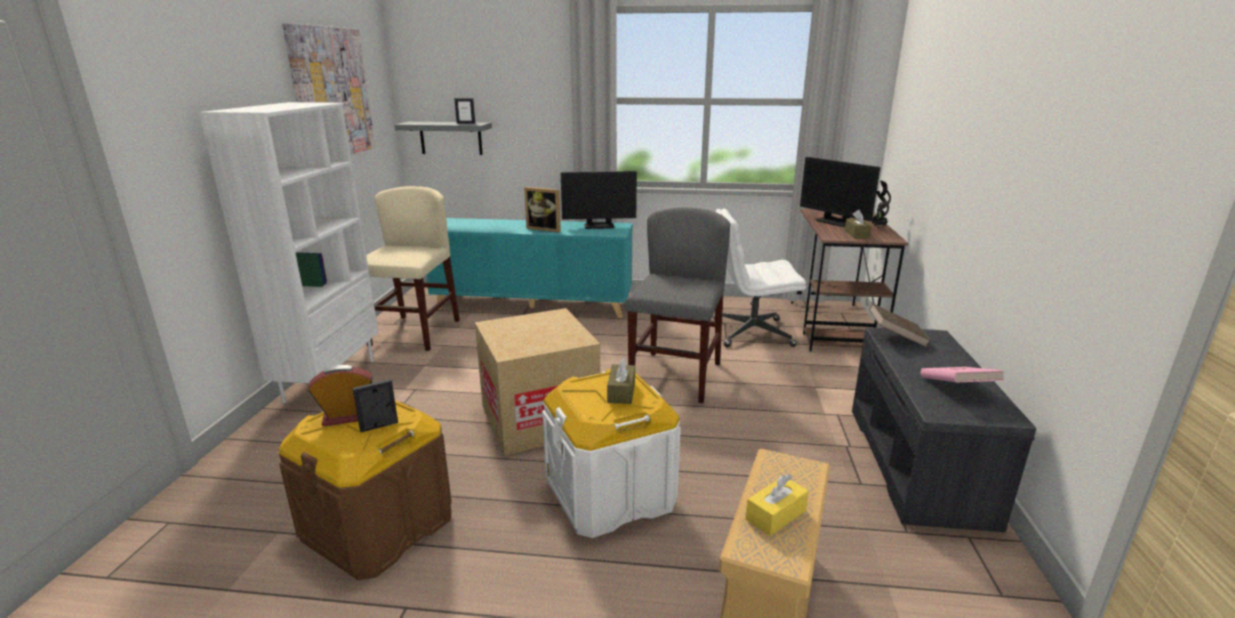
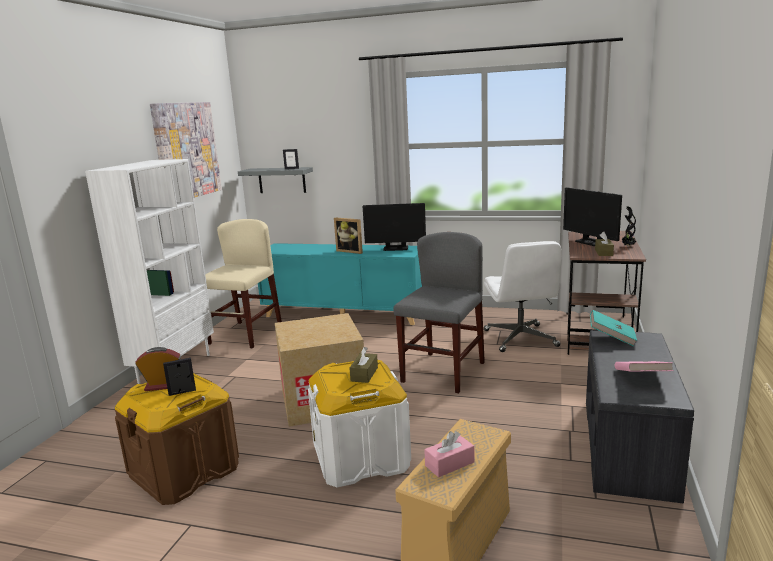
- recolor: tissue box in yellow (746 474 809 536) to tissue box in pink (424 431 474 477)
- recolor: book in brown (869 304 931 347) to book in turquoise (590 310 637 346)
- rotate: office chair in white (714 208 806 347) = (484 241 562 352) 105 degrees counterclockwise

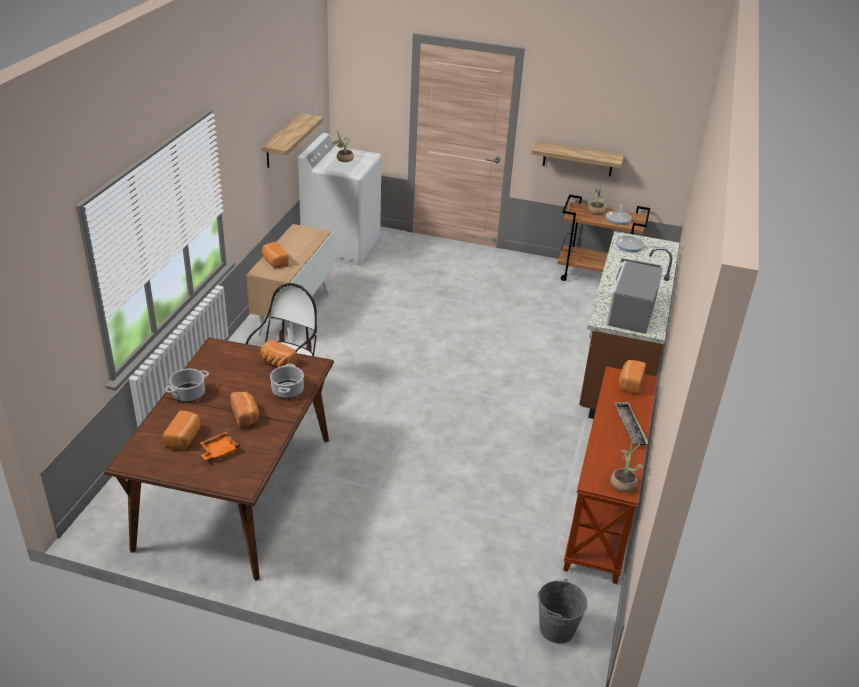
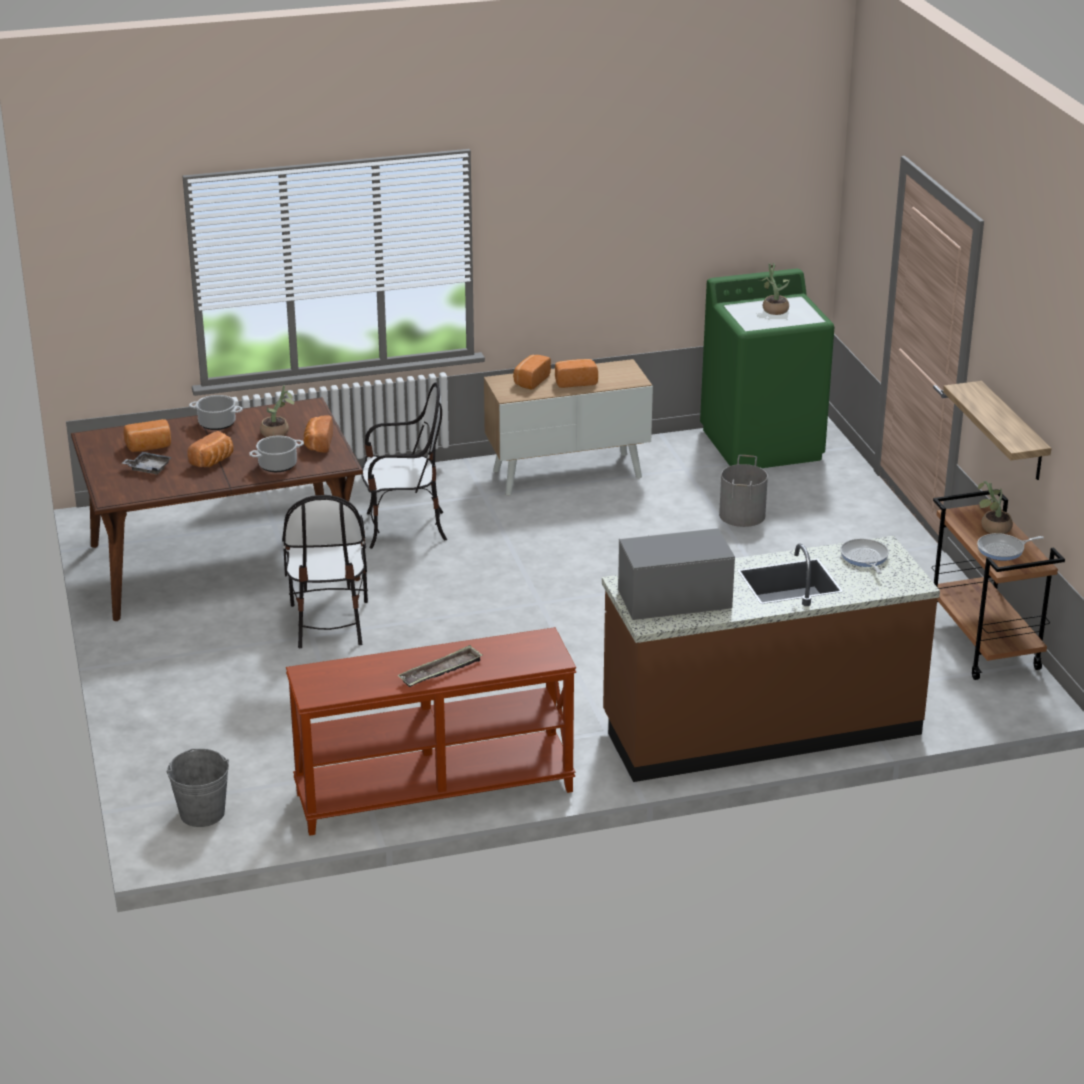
- delete: shelf (262 113 323 168)
- insert: chair (282 495 368 648)
- insert: bucket in grey (719 455 768 527)
- move: potted plant (610 441 643 493) to (260 385 295 437)
- move: bread (618 360 646 395) to (555 359 598 388)
- recolor: tray in orange (200 432 240 460) to tray in grey (122 452 172 475)
- recolor: washing machine in white (298 133 382 266) to washing machine in green (700 269 834 468)

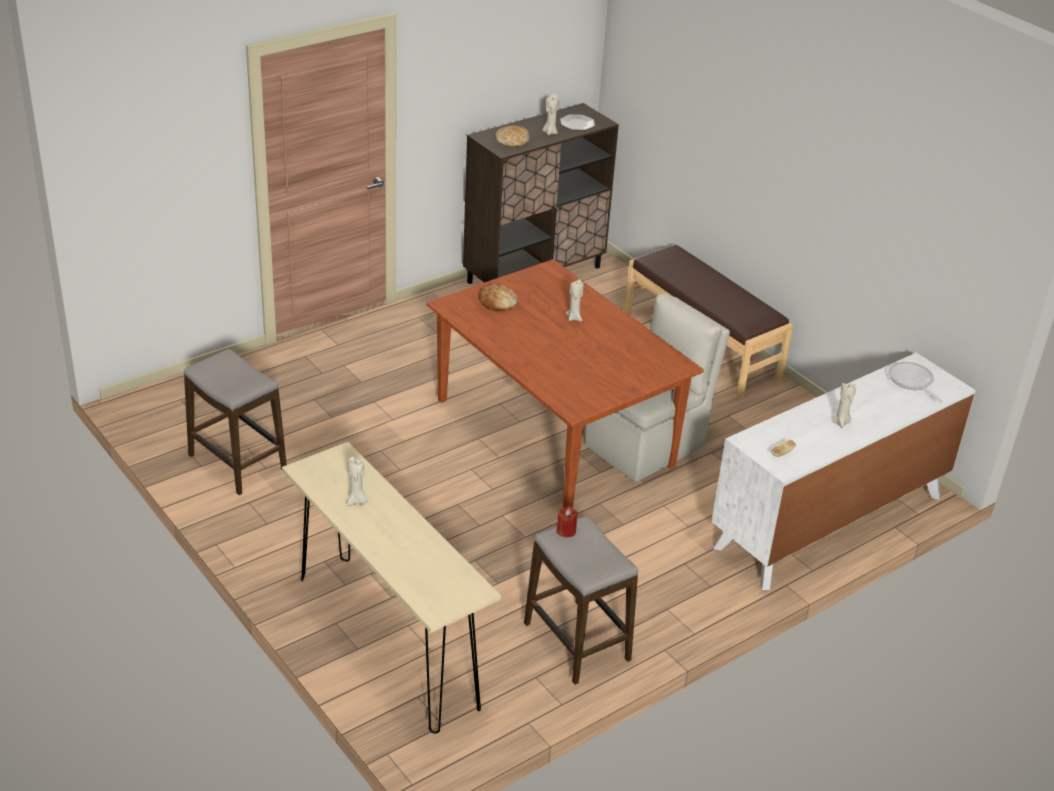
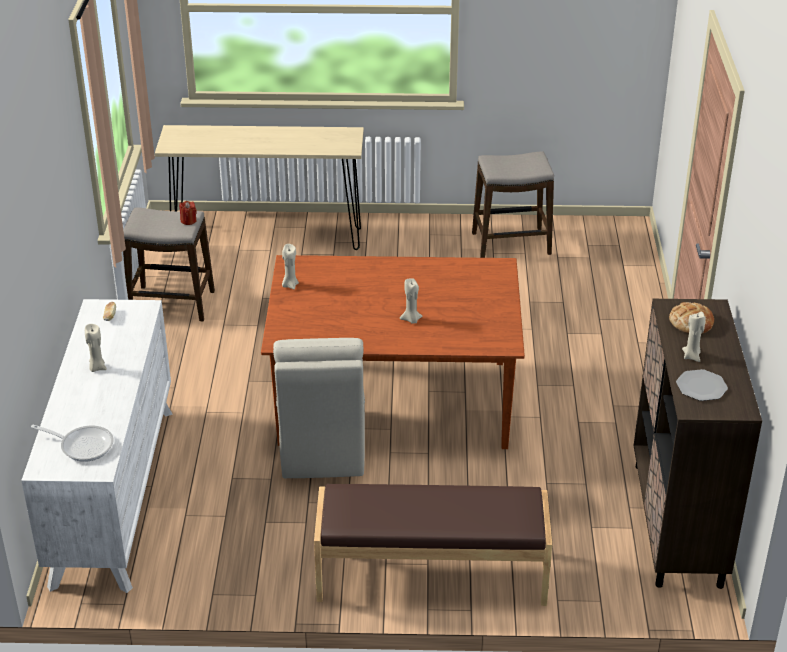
- delete: bread (479 284 518 311)
- move: candle in beige (347 457 368 506) to (282 244 299 290)

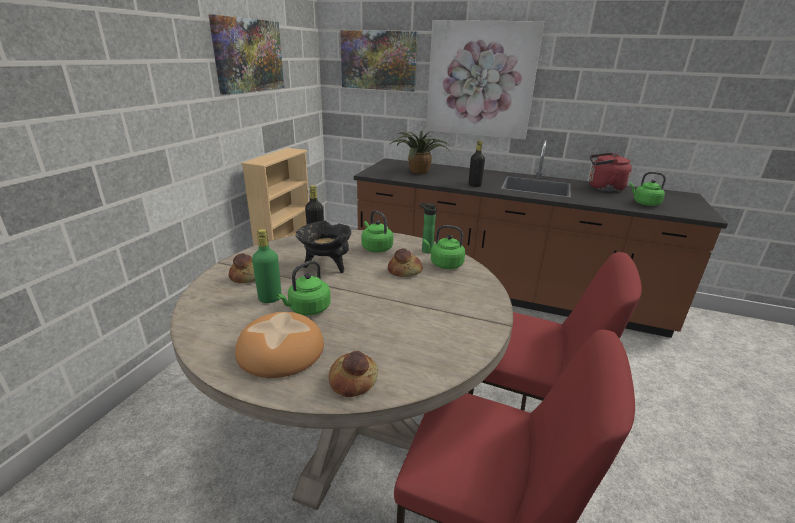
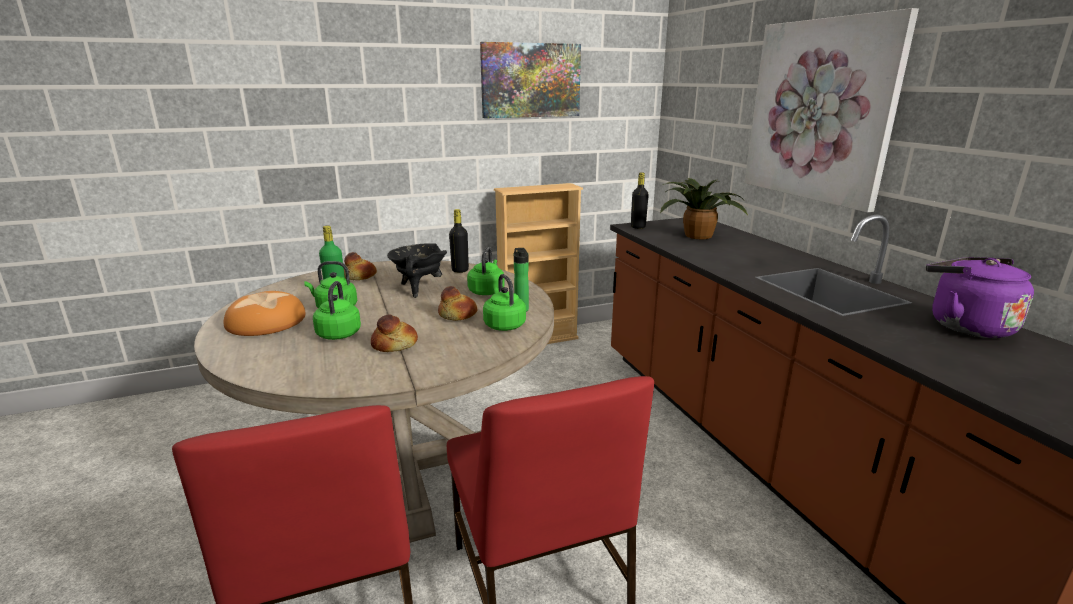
- delete: picture (340 30 417 92)
- move: bread (329 351 378 397) to (371 314 418 352)
- move: bottle in black (469 141 485 187) to (631 172 649 229)
- move: kettle in green (630 172 666 206) to (313 281 361 340)
- recolor: kettle in red (589 153 632 192) to kettle in purple (926 257 1034 338)

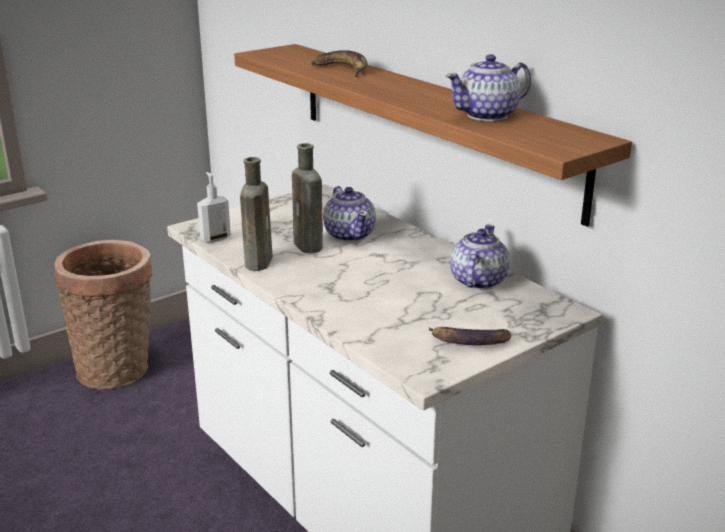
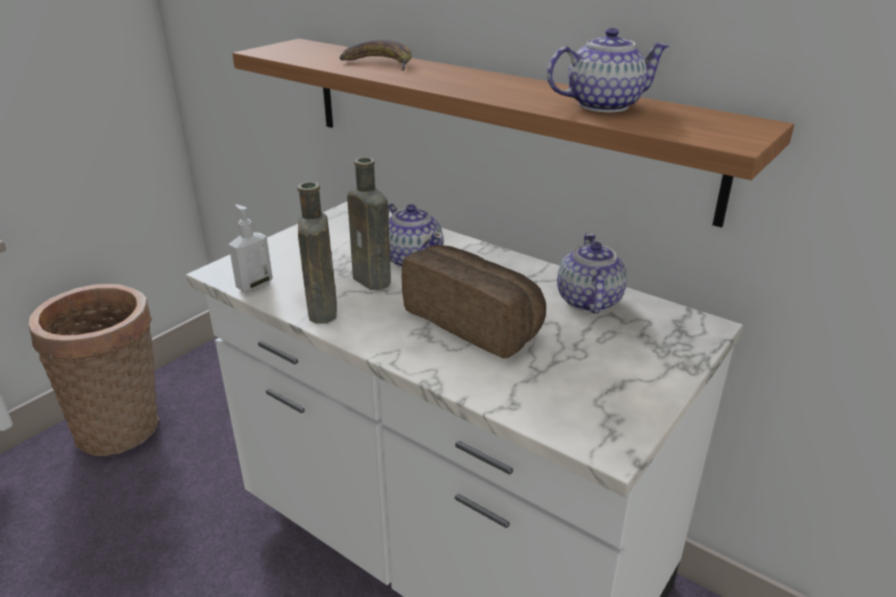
- delete: banana (429 327 511 345)
- insert: bread (402 245 546 359)
- rotate: teapot (446 54 531 121) = (547 28 670 112) 150 degrees counterclockwise

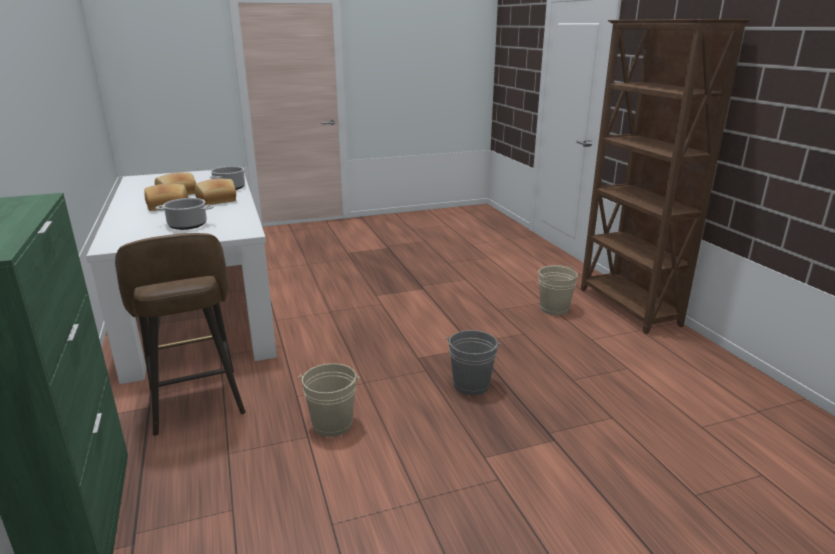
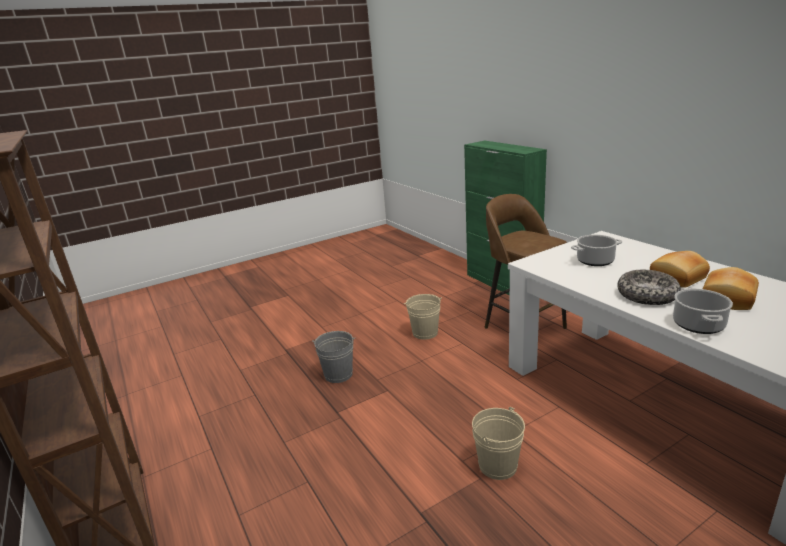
- move: bucket in beige (538 265 578 316) to (472 407 525 480)
- replace: bread (195 179 236 205) to bowl (617 270 681 305)

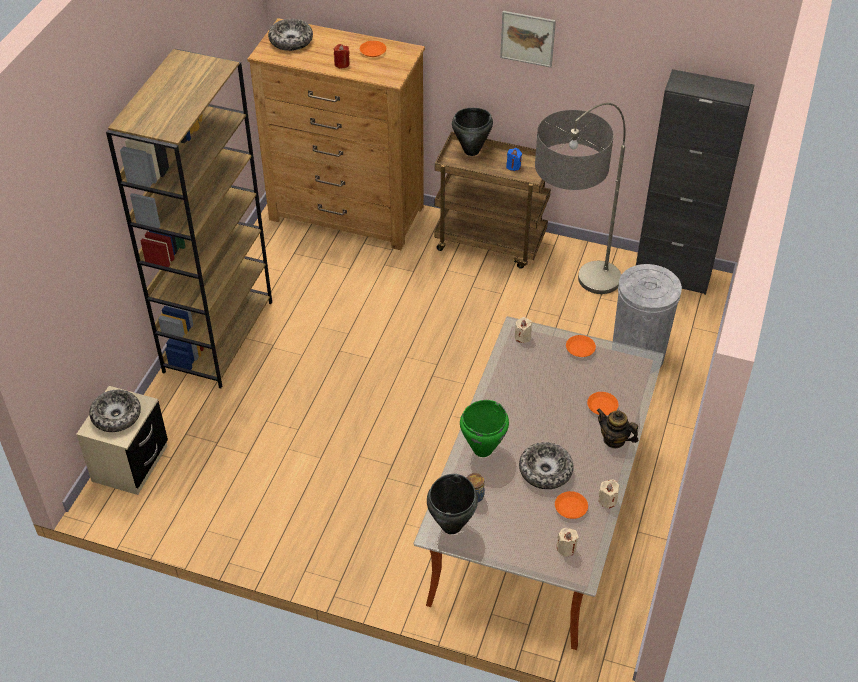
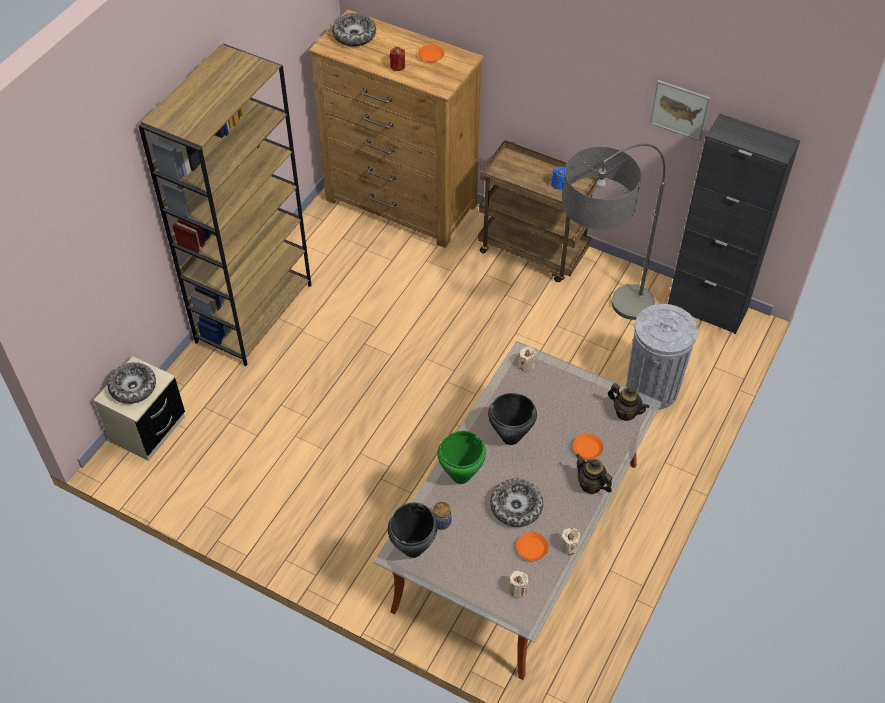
- delete: plate in orange (566 335 596 357)
- insert: teapot (608 383 649 421)
- move: cooking pot in black (452 108 493 156) to (488 393 537 445)
- move: picture (500 11 556 68) to (650 80 711 141)

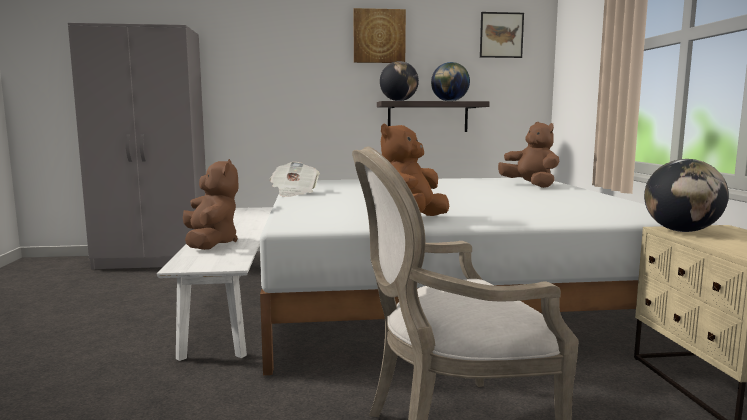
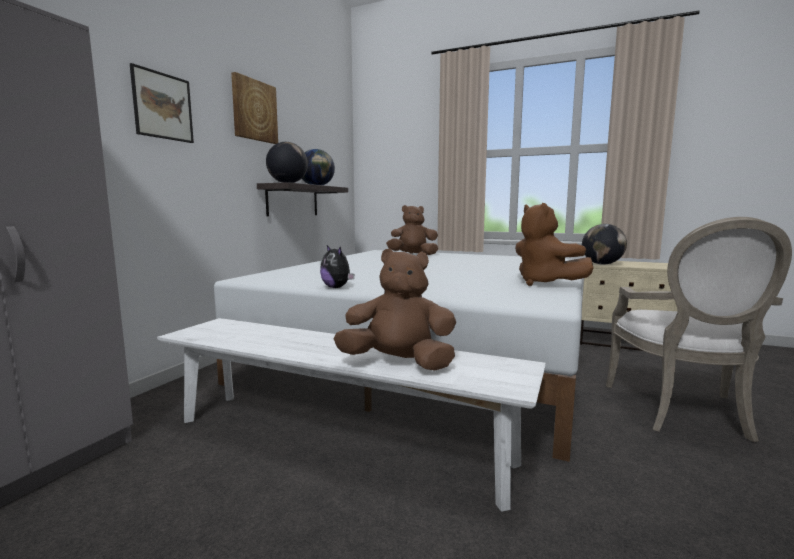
- move: picture (480 12 524 58) to (130 63 194 143)
- replace: newspaper (270 162 320 197) to plush toy (320 246 354 288)

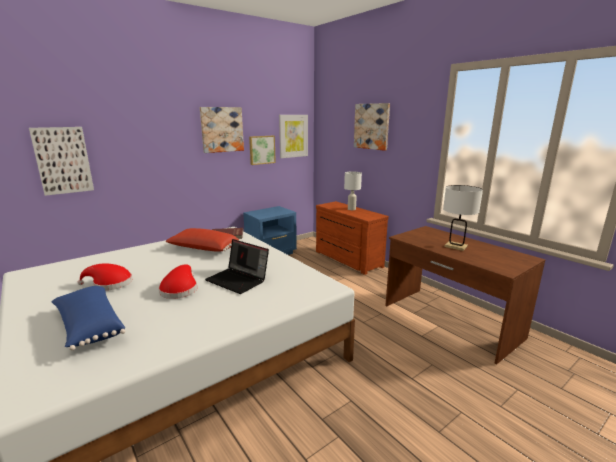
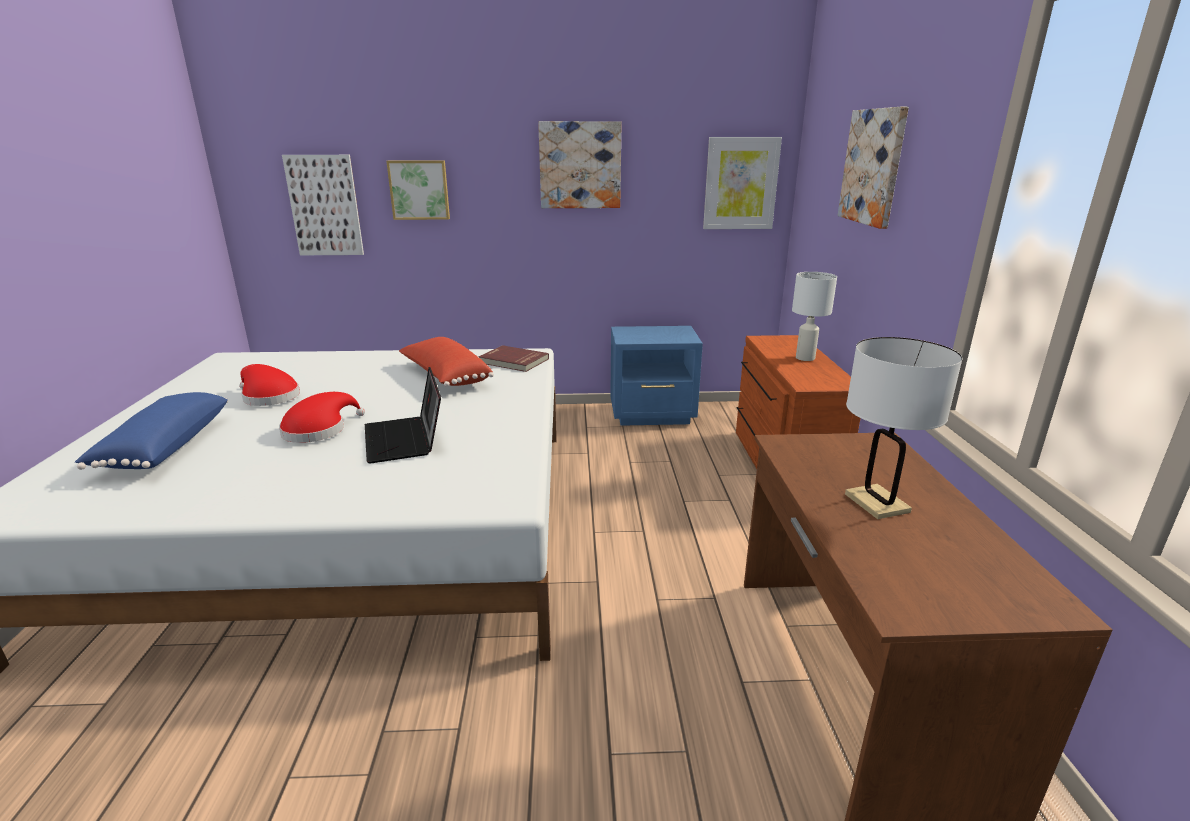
- move: picture (249 136 276 165) to (386 160 450 220)

